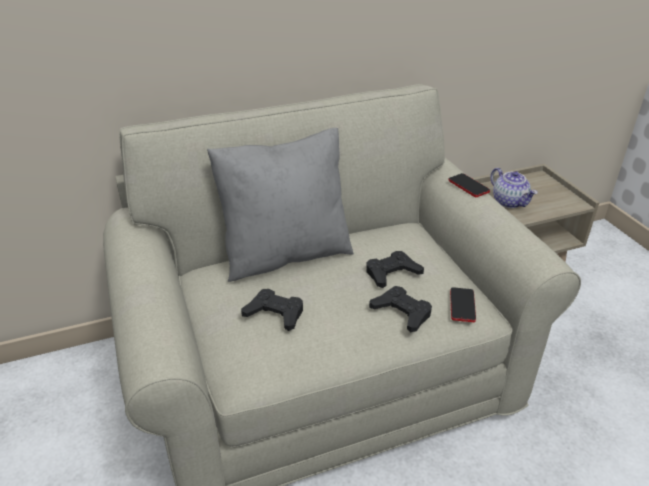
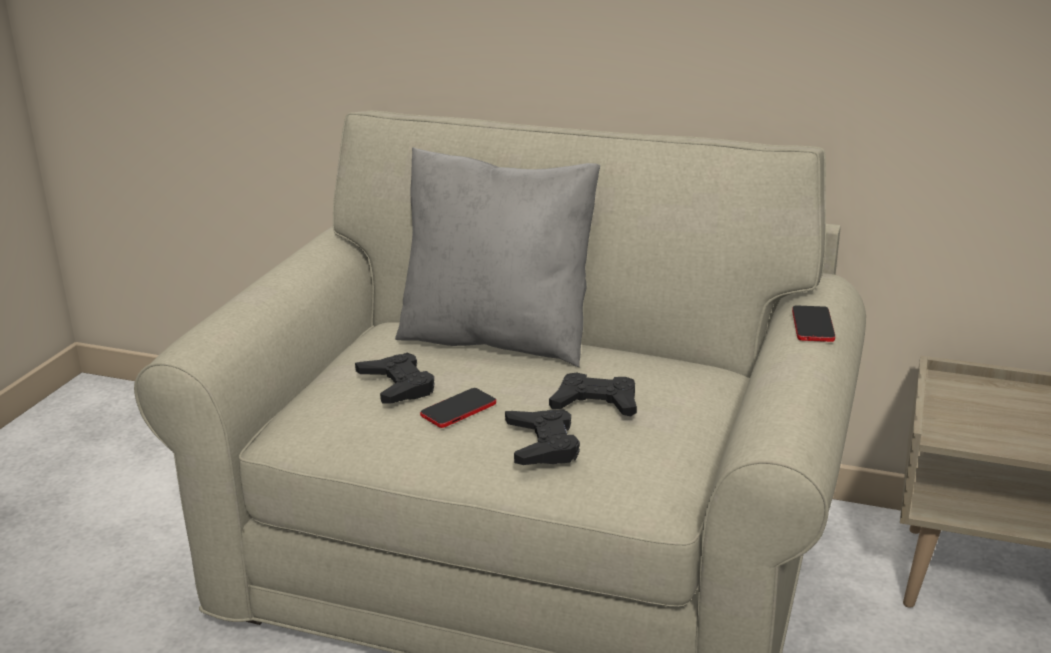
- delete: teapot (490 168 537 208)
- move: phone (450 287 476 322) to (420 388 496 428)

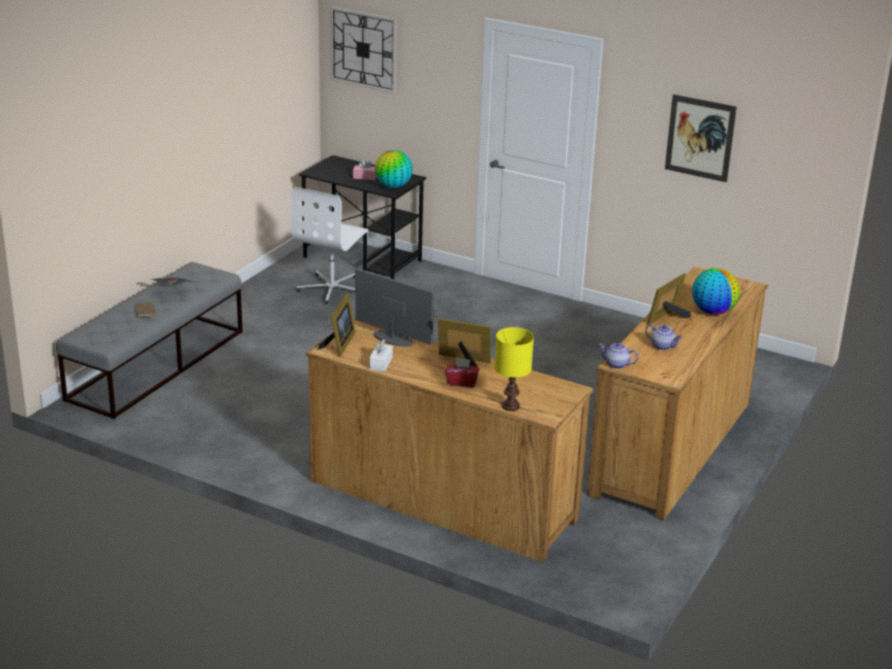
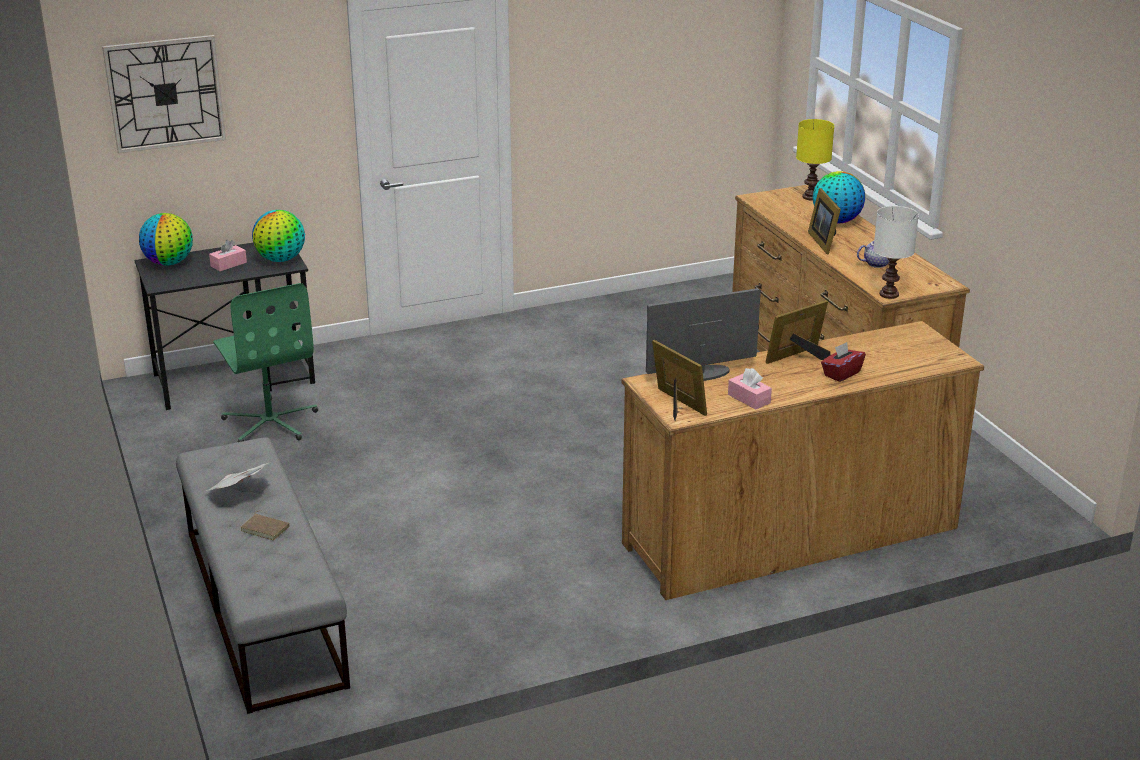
- delete: picture (665 94 737 182)
- insert: globe (139 213 193 266)
- move: table lamp in yellow (494 327 534 411) to (796 119 834 200)
- replace: teapot (598 342 638 369) to table lamp in white (873 206 919 299)
- recolor: office chair in white (291 187 369 305) to office chair in green (213 283 318 442)
- recolor: tissue box in white (369 340 393 372) to tissue box in pink (728 368 772 410)

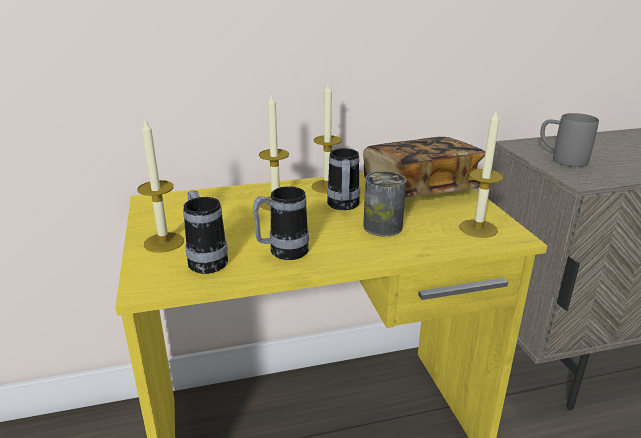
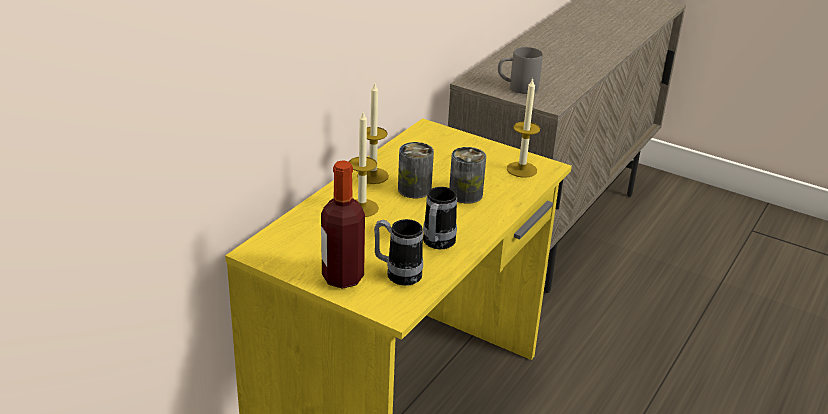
- delete: book (363 137 486 197)
- replace: candle (137 119 184 253) to bottle (321 160 365 289)
- replace: mug (327 148 360 210) to can (398 142 434 198)

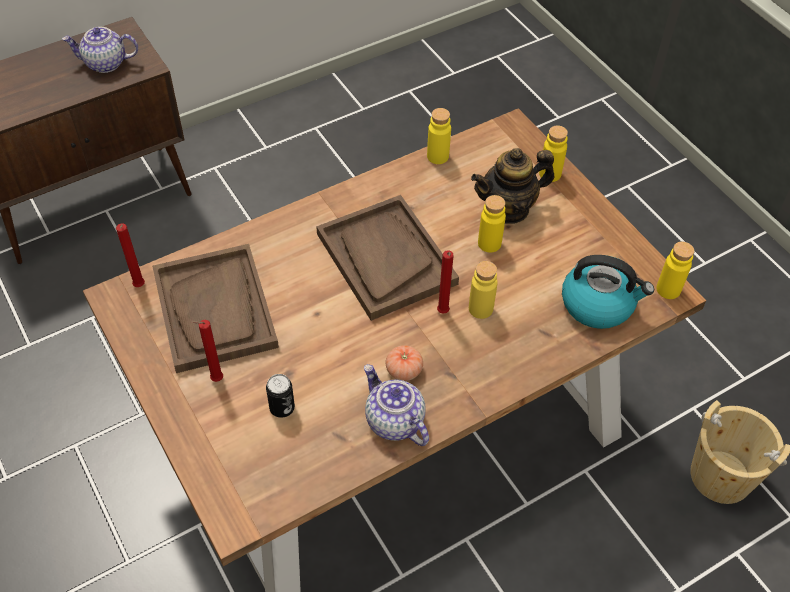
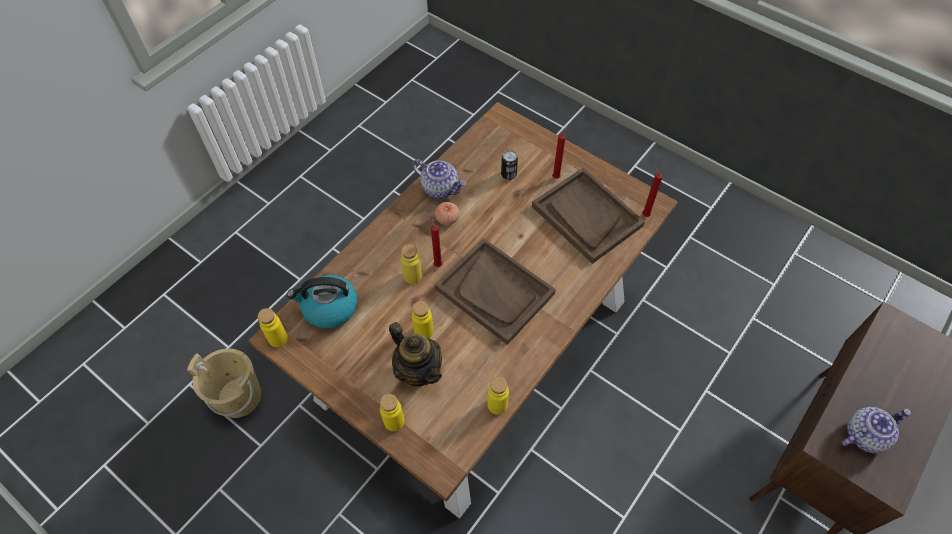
- rotate: teapot (471 148 554 224) = (389 322 442 386) 90 degrees clockwise

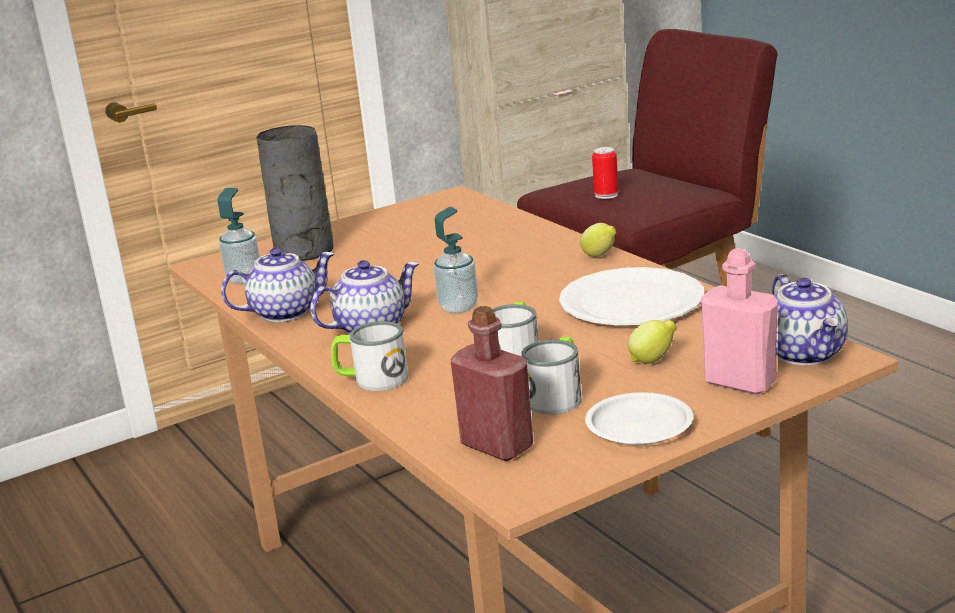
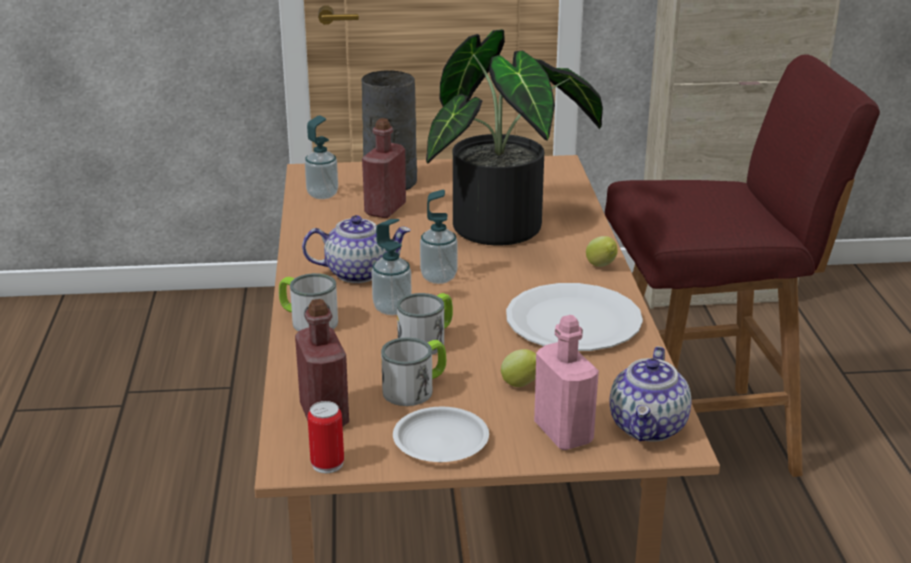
- delete: teapot (221 248 334 322)
- insert: bottle in red (362 118 406 218)
- insert: soap dispenser (372 219 412 315)
- insert: potted plant (426 29 603 245)
- move: can (592 147 618 199) to (307 401 344 473)

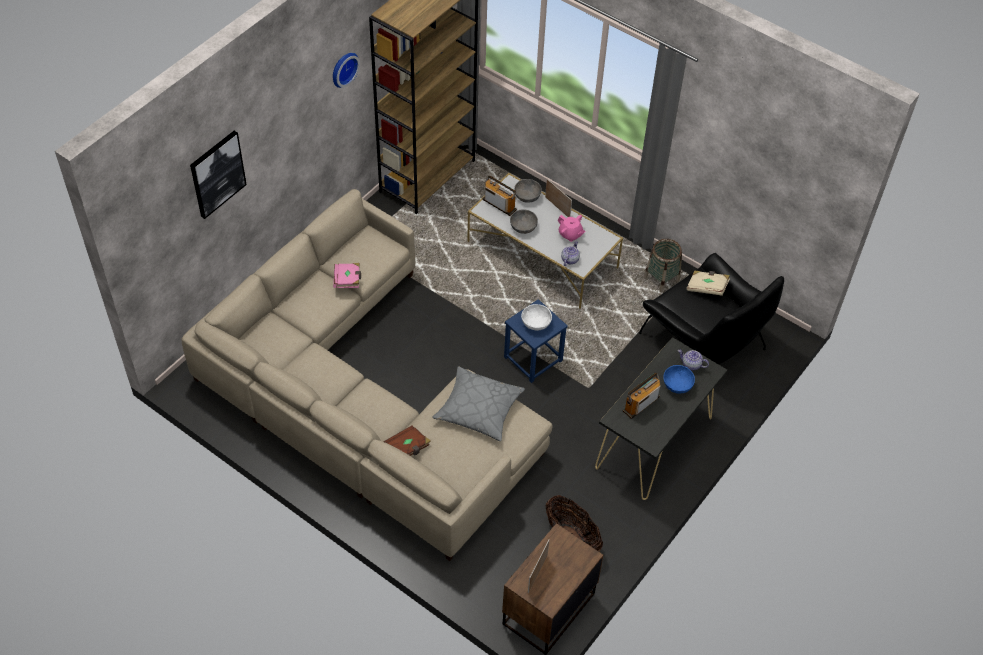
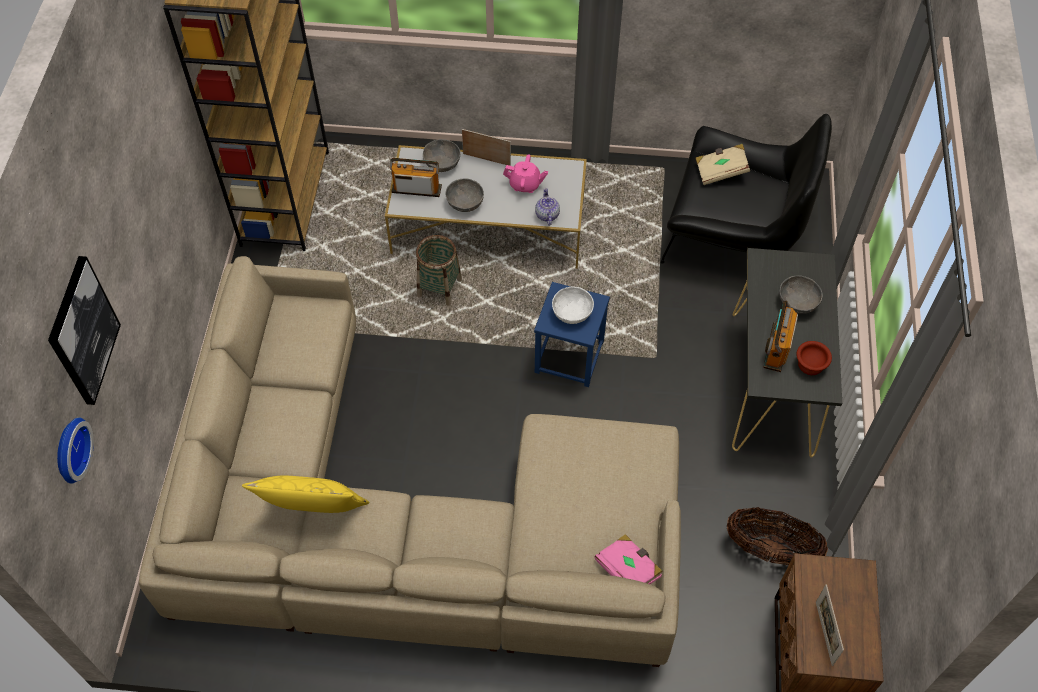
- delete: book in brown (383 425 431 456)
- delete: pillow in grey (432 366 525 441)
- delete: teapot (678 350 709 371)
- insert: pillow in yellow (242 476 369 513)
- insert: bowl in brown (797 341 832 375)
- move: wall clock (333 53 360 88) to (57 418 94 484)
- move: book in pink (333 263 361 288) to (594 534 662 584)
- move: basket (644 239 682 293) to (416 235 462 306)
- recolor: bowl in blue (663 365 695 394) to bowl in grey (779 275 823 314)

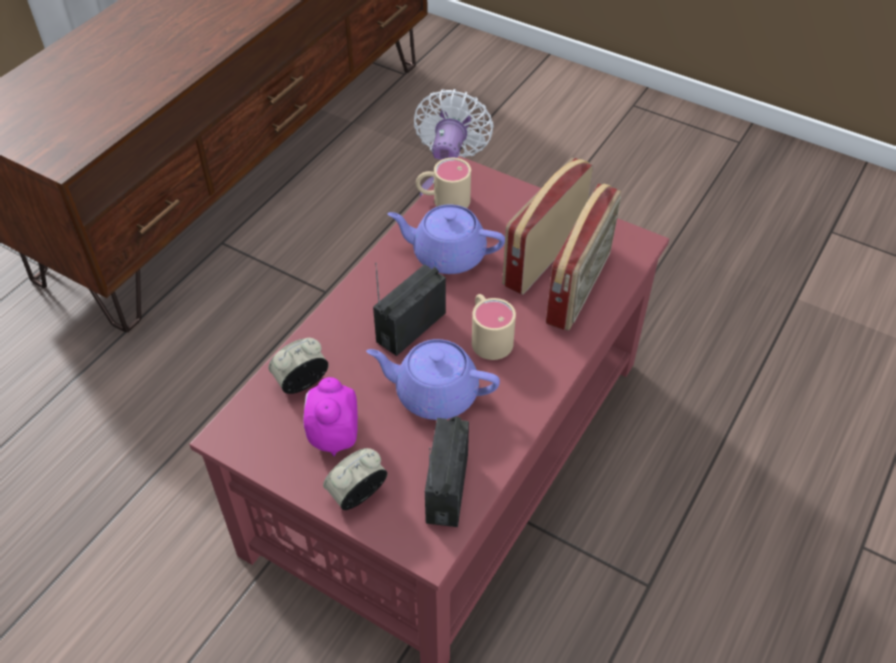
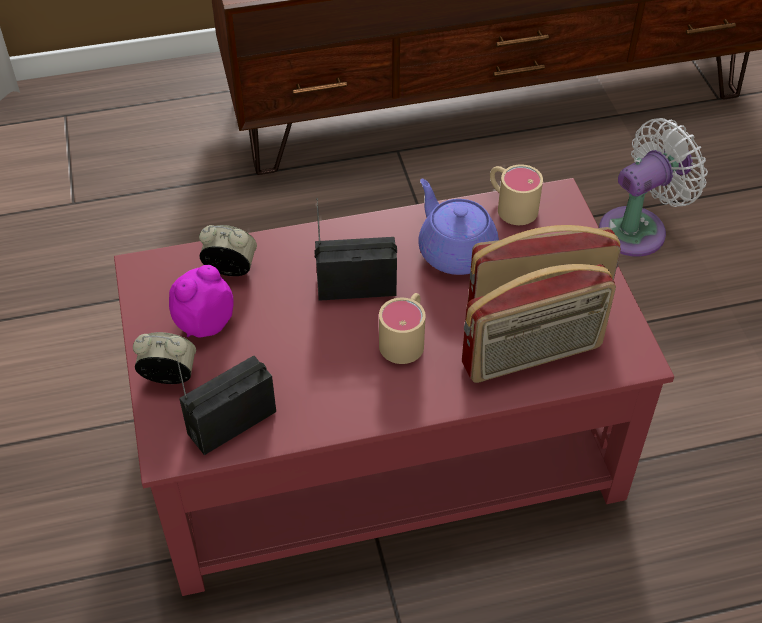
- delete: teapot in purple (366 339 500 420)

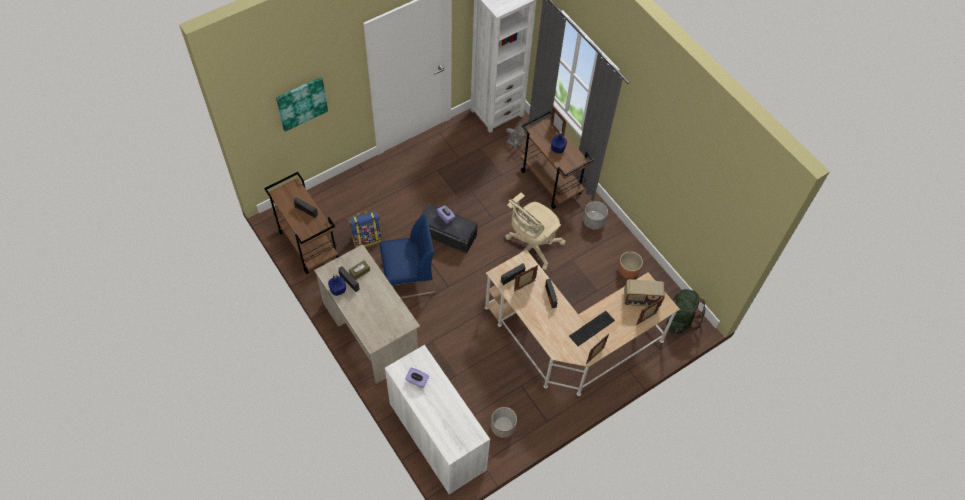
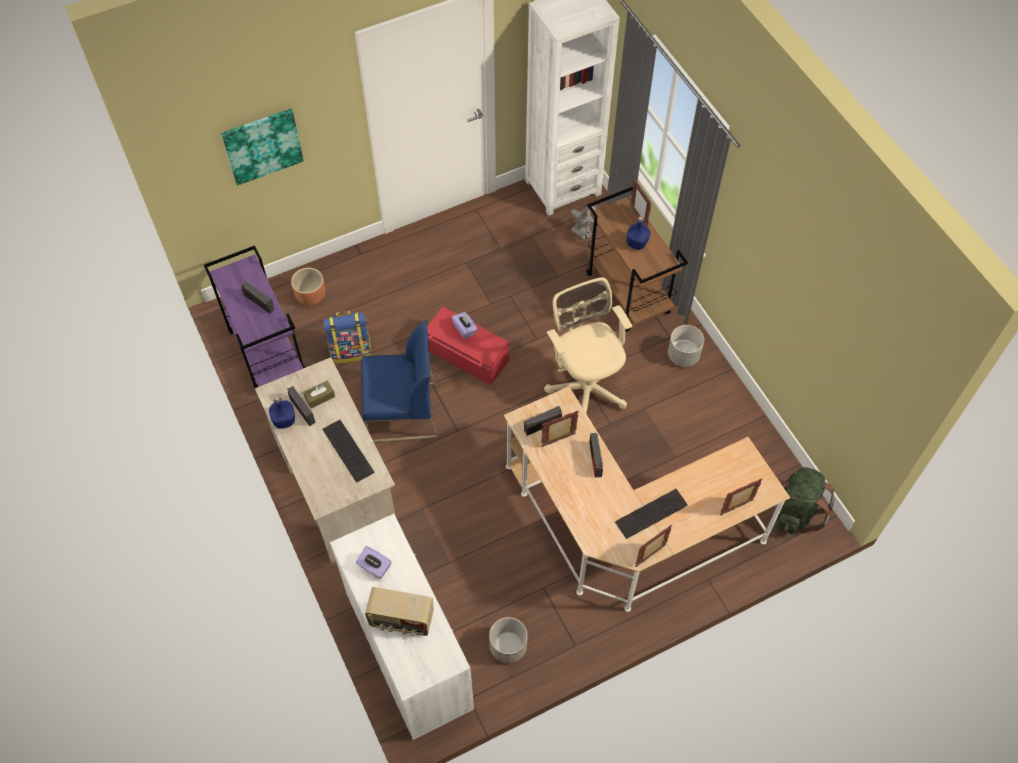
- insert: keyboard (322 420 375 483)
- move: planter in brown (618 251 643 278) to (291 268 325 306)
- move: radio (624 279 665 307) to (365 587 434 636)
- recolor: cart in brown (264 172 339 274) to cart in purple (204 246 305 388)
- recolor: storage box in black (419 203 478 254) to storage box in red (427 307 509 385)
- rotate: office chair in beige (505 193 566 270) = (544 277 632 413) 105 degrees clockwise

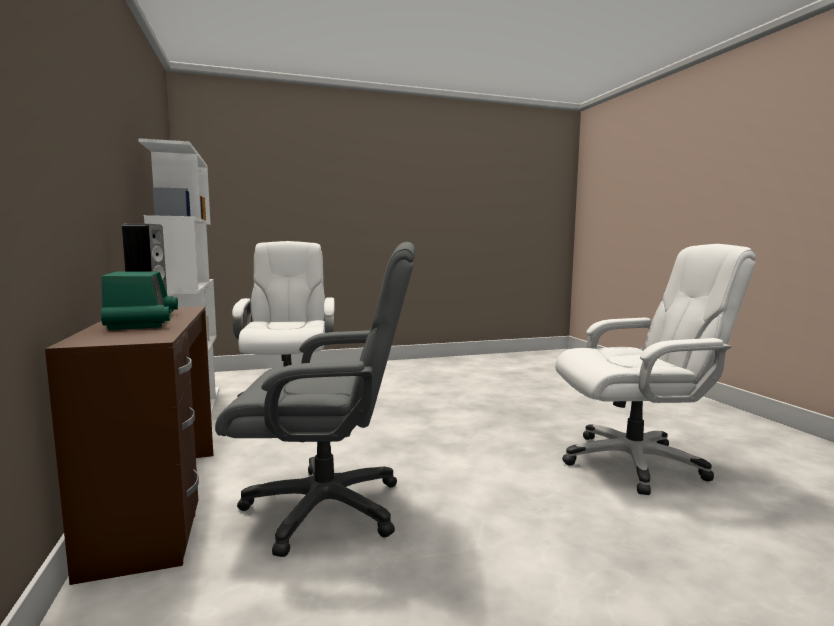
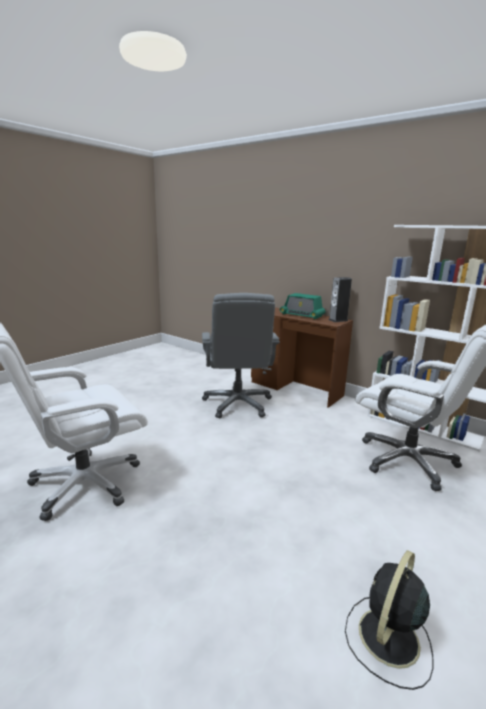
- insert: fan in black (345 550 433 690)
- rotate: office chair in grey (215 242 415 557) = (202 293 280 418) 60 degrees counterclockwise

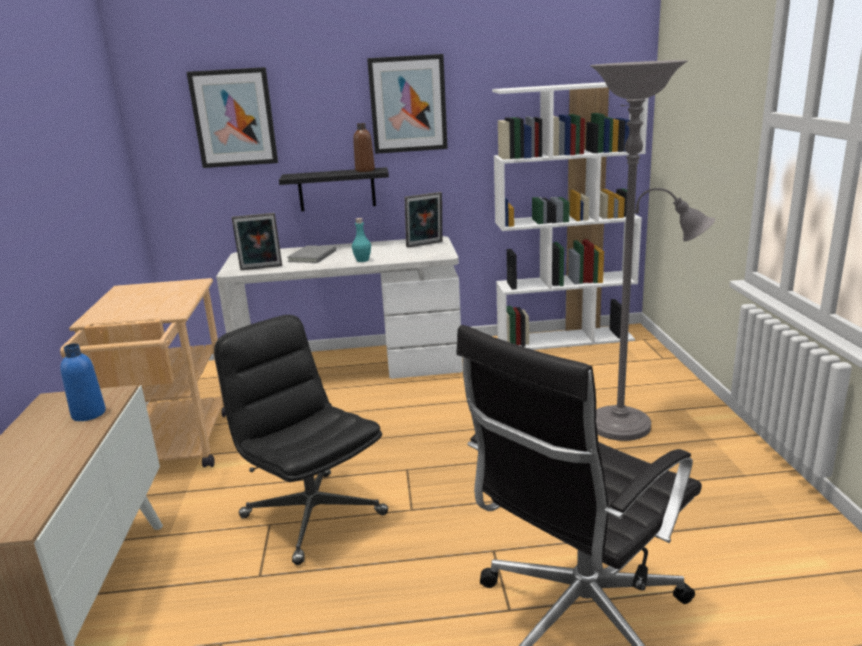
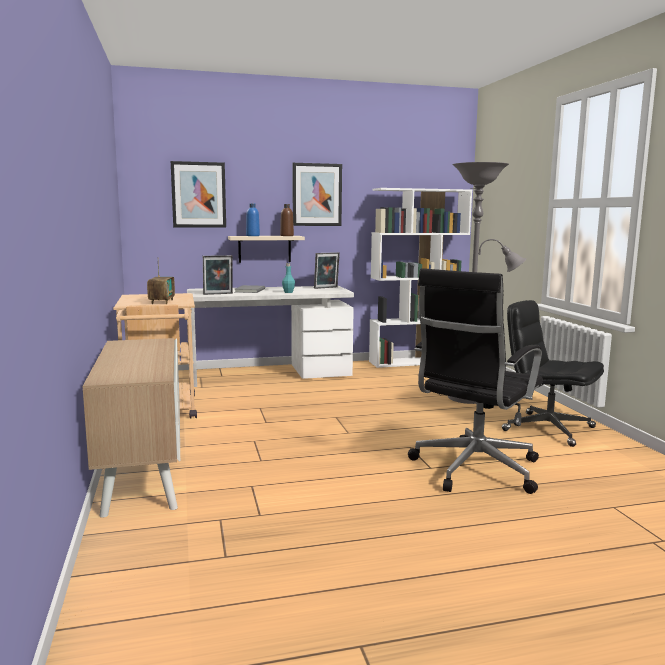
- insert: radio (147 257 175 304)
- move: bottle in blue (60 343 106 421) to (246 204 260 236)
- move: office chair in black (214 315 388 565) to (502 300 604 447)
- recolor: shelf in black (279 167 389 211) to shelf in beige (228 236 305 263)

